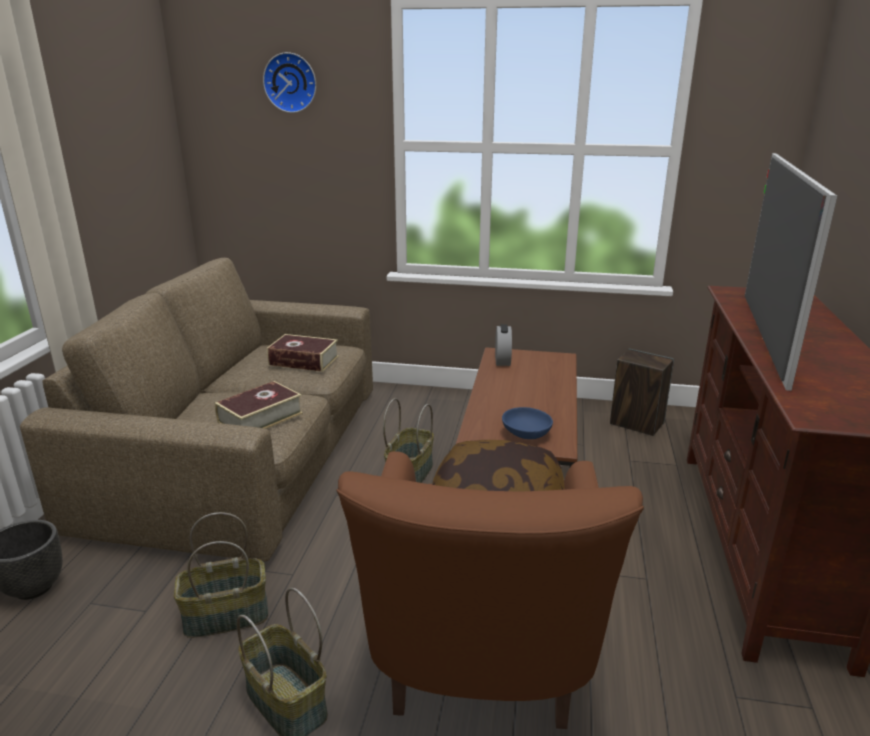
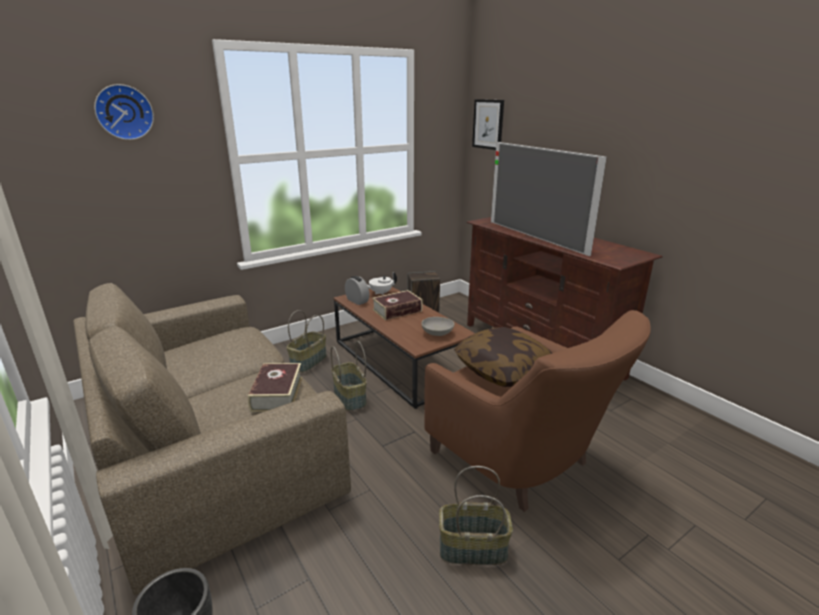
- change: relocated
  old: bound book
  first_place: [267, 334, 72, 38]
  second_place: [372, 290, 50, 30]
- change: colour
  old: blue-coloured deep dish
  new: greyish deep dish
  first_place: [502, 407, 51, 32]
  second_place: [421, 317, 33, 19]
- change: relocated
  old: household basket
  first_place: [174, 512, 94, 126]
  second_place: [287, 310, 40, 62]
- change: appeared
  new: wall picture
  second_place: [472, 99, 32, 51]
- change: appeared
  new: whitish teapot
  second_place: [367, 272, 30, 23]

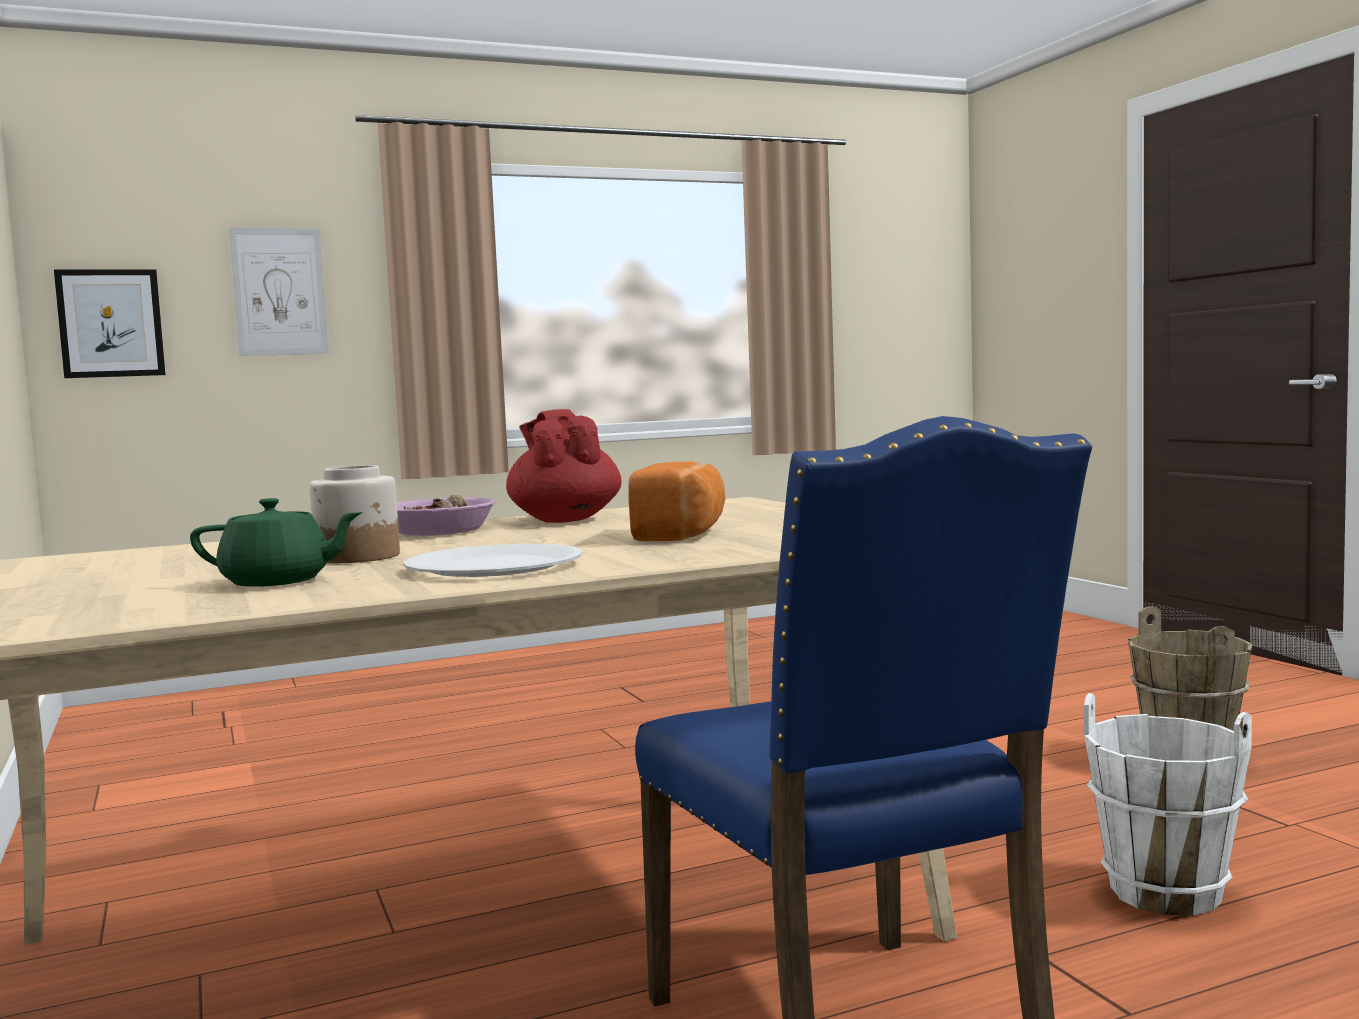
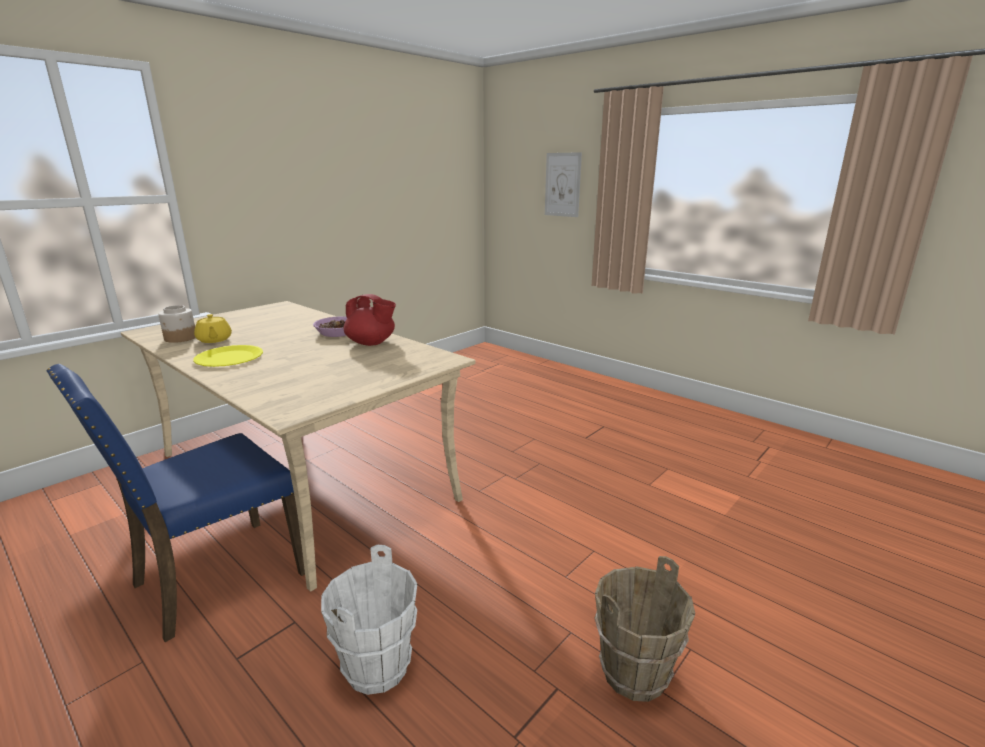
- change: missing
  old: wall picture
  first_place: [54, 270, 111, 108]
- change: spun
  old: red-coloured teapot
  first_place: [506, 409, 116, 114]
  second_place: [344, 294, 52, 52]
  degrees: 75
- change: missing
  old: bakery bread
  first_place: [629, 461, 96, 80]
- change: relocated
  old: preserve jar
  first_place: [309, 465, 91, 98]
  second_place: [158, 305, 38, 38]
- change: colour
  old: green teapot
  new: yellow-coloured teapot
  first_place: [190, 498, 173, 89]
  second_place: [194, 314, 38, 29]
- change: colour
  old: whitish plate
  new: yellow-coloured plate
  first_place: [403, 544, 179, 33]
  second_place: [193, 345, 70, 22]

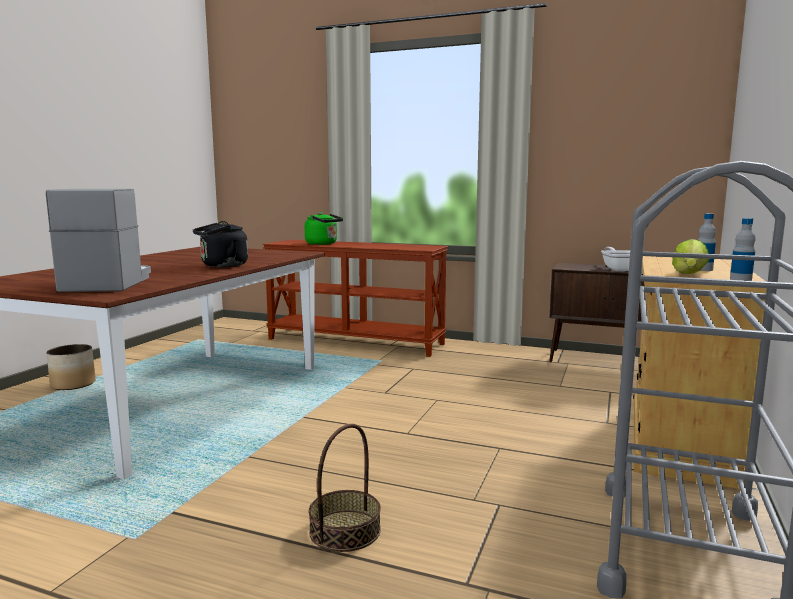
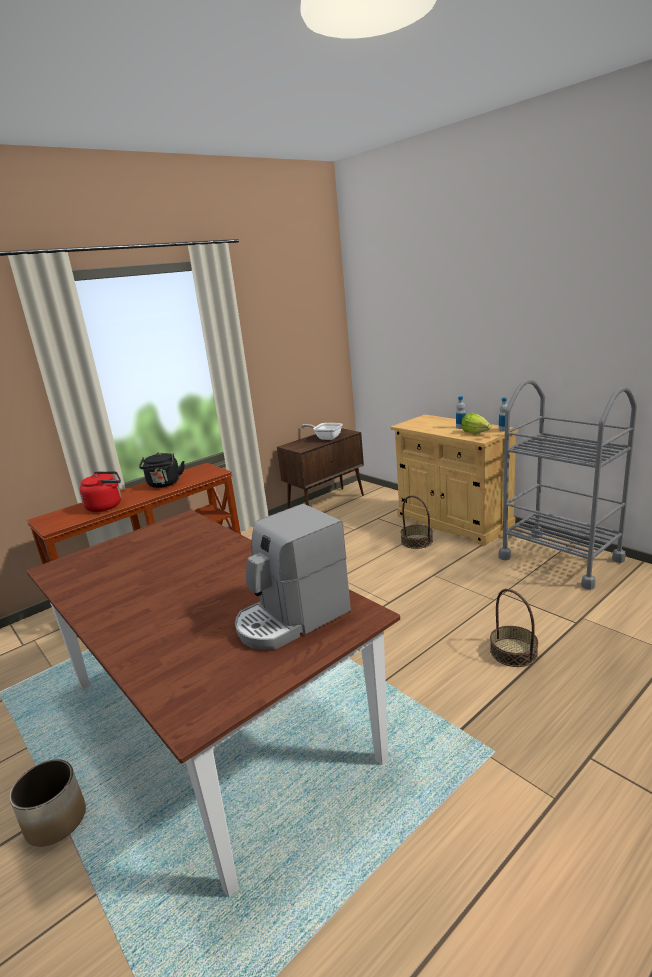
- change: spun
  old: coffee maker
  first_place: [46, 189, 105, 103]
  second_place: [235, 504, 116, 146]
  degrees: -60
- change: colour
  old: green tea kettle
  new: red-coloured tea kettle
  first_place: [305, 212, 38, 33]
  second_place: [79, 471, 42, 41]
- change: relocated
  old: black-coloured tea kettle
  first_place: [193, 221, 55, 46]
  second_place: [139, 453, 46, 35]
- change: appeared
  new: household basket
  second_place: [400, 496, 33, 53]

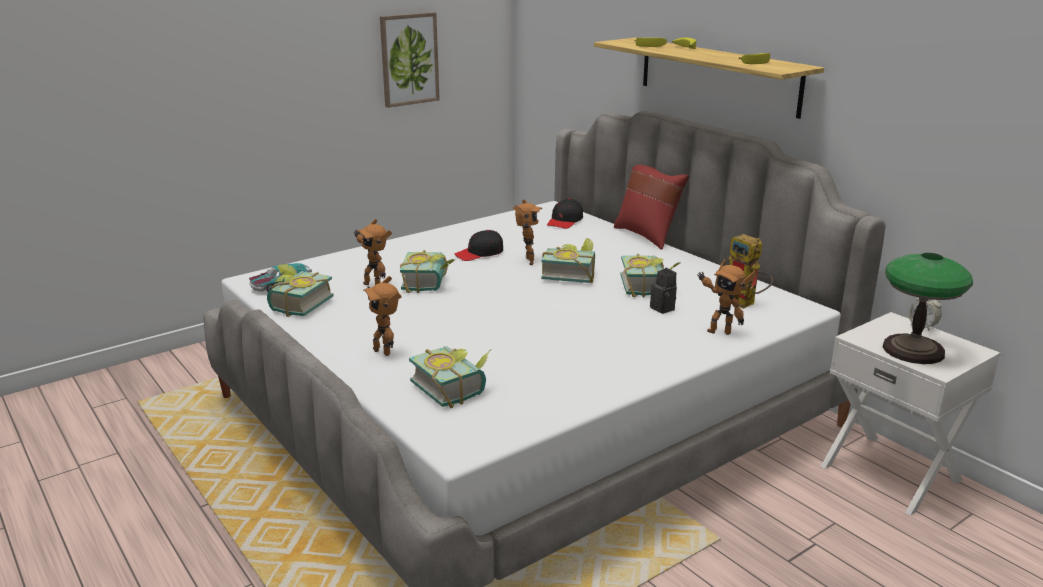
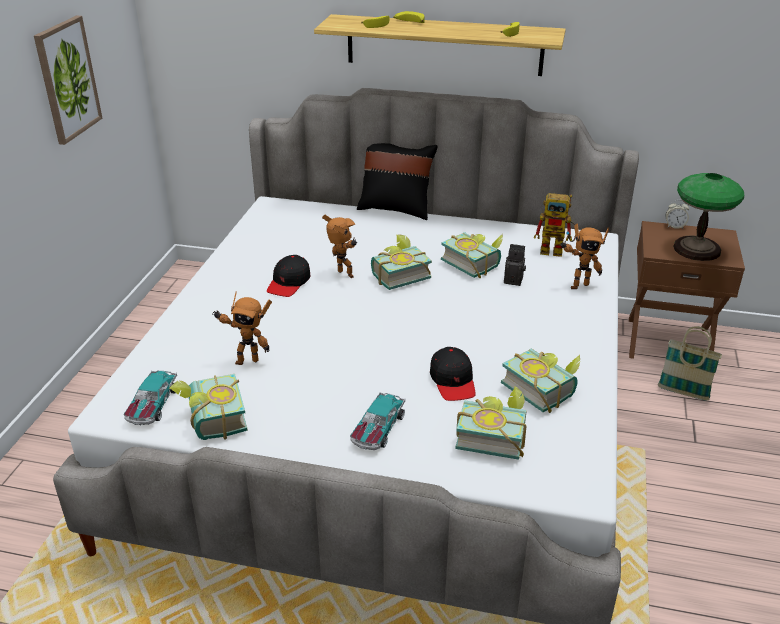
- change: colour
  old: red-coloured pillow
  new: black-coloured pillow
  first_place: [614, 165, 75, 85]
  second_place: [357, 143, 80, 77]
- change: relocated
  old: black-coloured peaked cap
  first_place: [547, 198, 36, 31]
  second_place: [430, 347, 46, 54]
- change: relocated
  old: bound book
  first_place: [400, 250, 55, 43]
  second_place: [501, 349, 79, 64]
- change: exchanged
  old: robot figure
  new: miniature car
  first_place: [364, 276, 38, 80]
  second_place: [350, 392, 55, 58]
- change: colour
  old: whitish bedside table
  new: brown bedside table
  first_place: [821, 312, 179, 204]
  second_place: [629, 221, 116, 138]
- change: appeared
  new: household basket
  second_place: [658, 326, 64, 75]

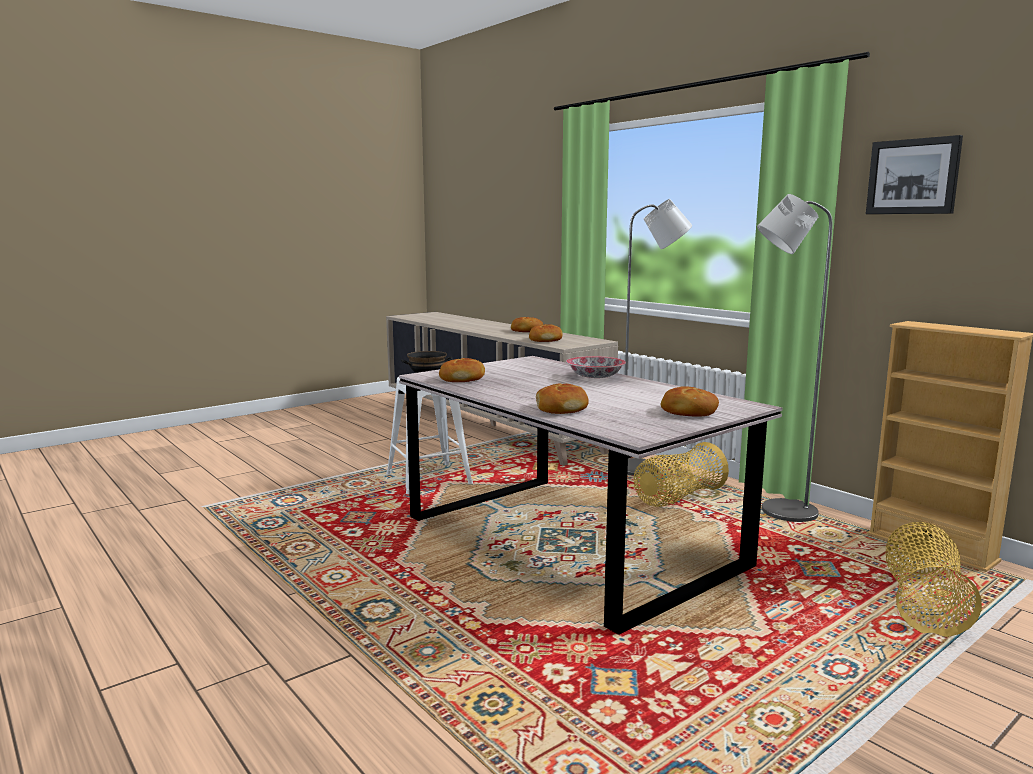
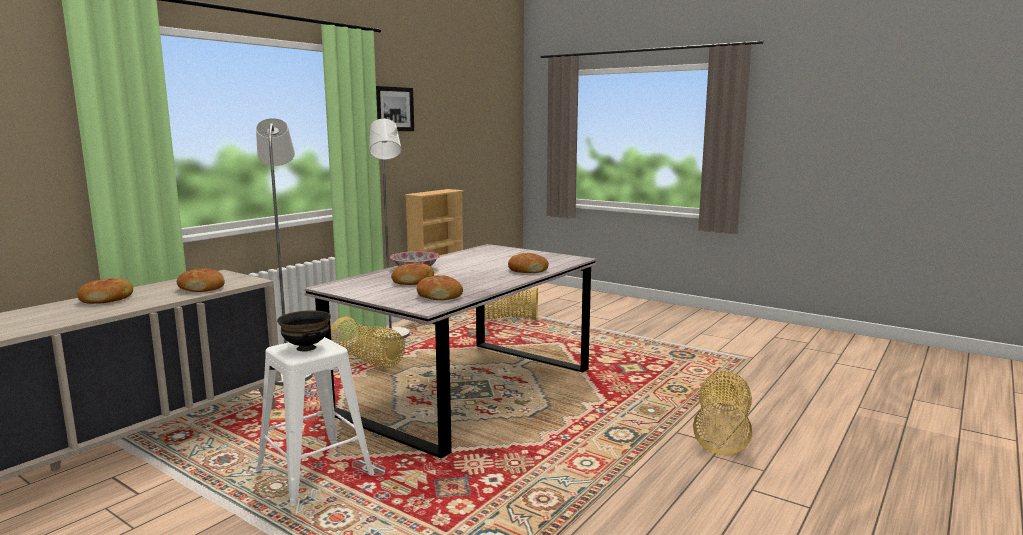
- change: relocated
  old: bakery bread
  first_place: [661, 386, 58, 31]
  second_place: [391, 263, 43, 22]
- change: appeared
  new: household basket
  second_place: [693, 371, 59, 84]

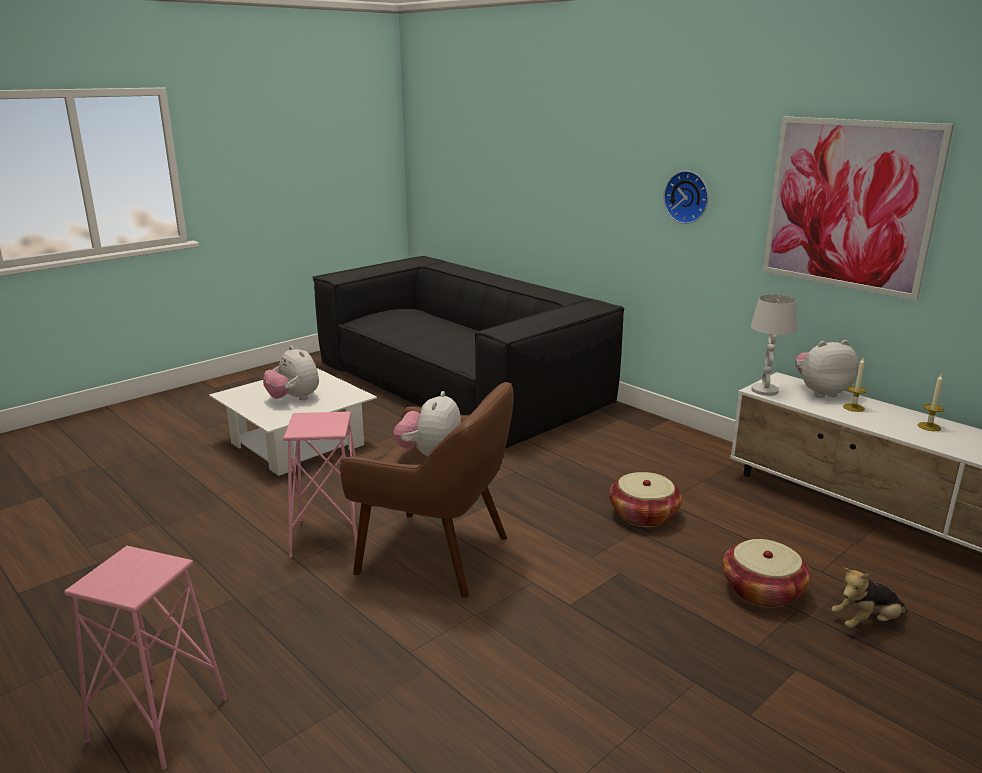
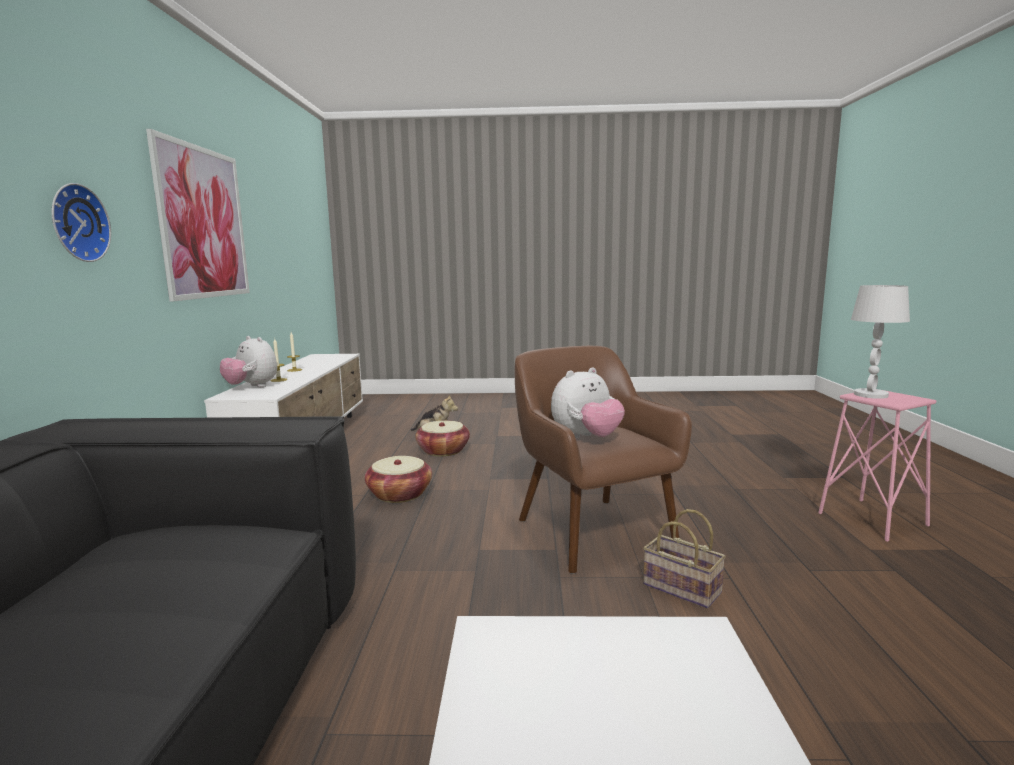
- change: relocated
  old: whitish tabletop lamp
  first_place: [751, 294, 46, 102]
  second_place: [851, 285, 59, 114]
- change: missing
  old: cuddly toy
  first_place: [263, 346, 56, 54]
- change: exchanged
  old: pinkish stool
  new: household basket
  first_place: [283, 411, 74, 147]
  second_place: [643, 509, 83, 100]

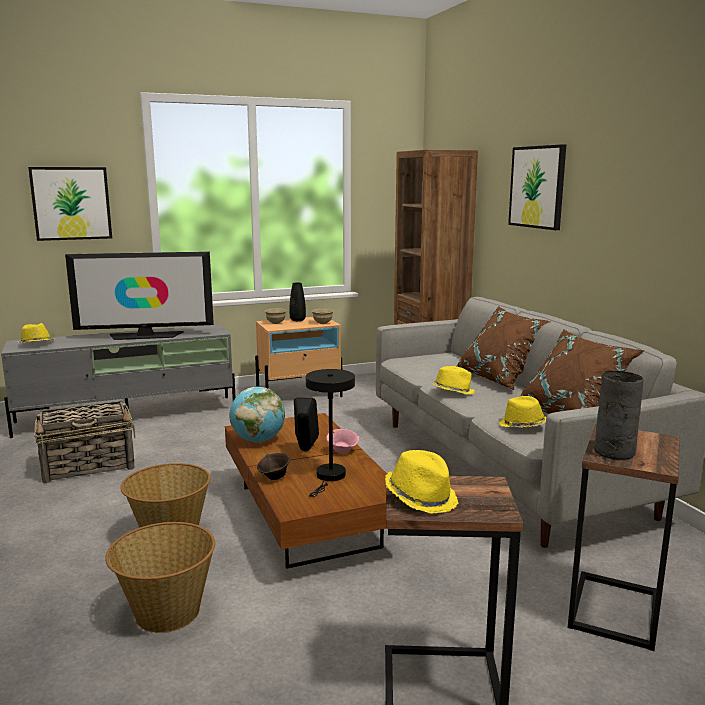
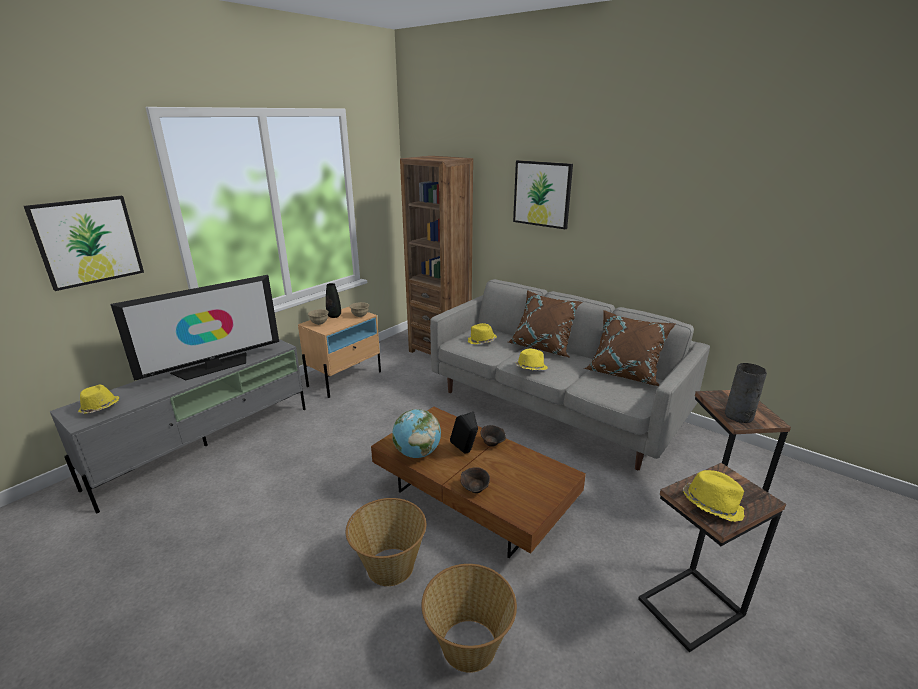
- change: missing
  old: black-coloured tabletop lamp
  first_place: [306, 369, 49, 128]
- change: relocated
  old: yellow-coloured wearable hat
  first_place: [499, 396, 47, 31]
  second_place: [468, 323, 29, 22]
- change: missing
  old: household basket
  first_place: [34, 401, 102, 82]
- change: colour
  old: pinkish deep dish
  new: brown deep dish
  first_place: [326, 429, 34, 25]
  second_place: [481, 425, 25, 22]

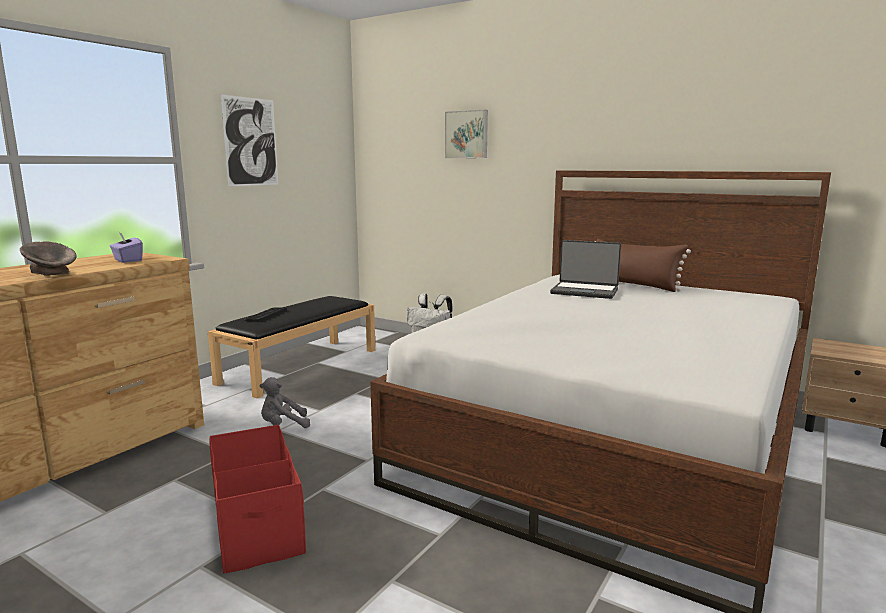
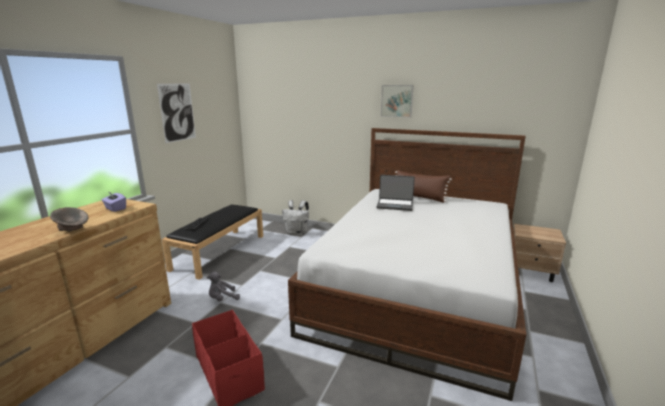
- change: relocated
  old: wall picture
  first_place: [445, 110, 43, 48]
  second_place: [381, 85, 33, 32]

